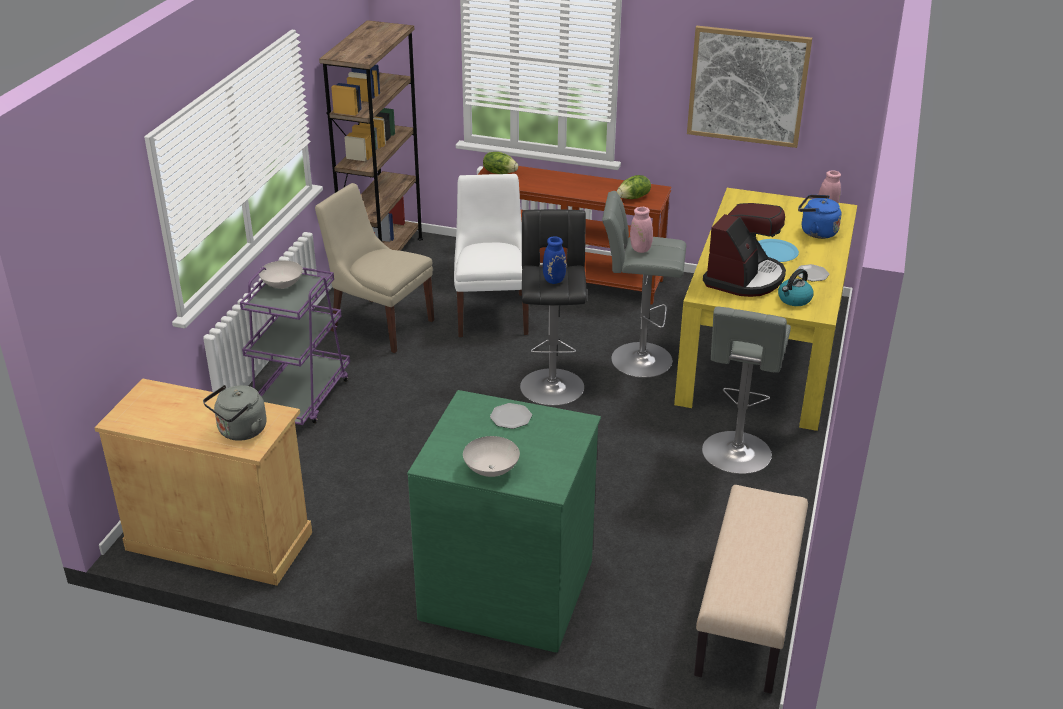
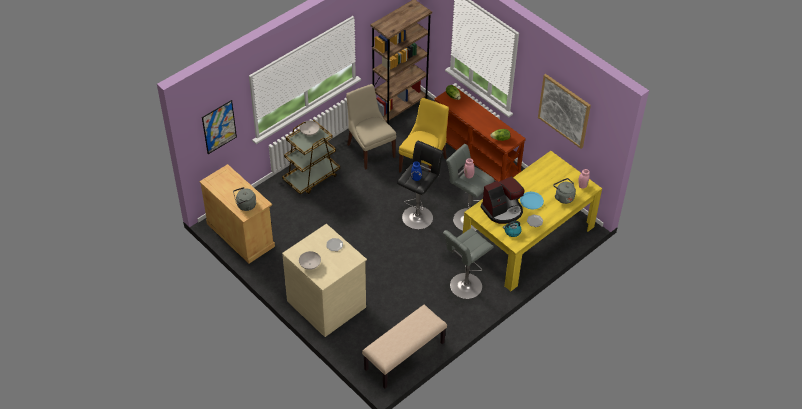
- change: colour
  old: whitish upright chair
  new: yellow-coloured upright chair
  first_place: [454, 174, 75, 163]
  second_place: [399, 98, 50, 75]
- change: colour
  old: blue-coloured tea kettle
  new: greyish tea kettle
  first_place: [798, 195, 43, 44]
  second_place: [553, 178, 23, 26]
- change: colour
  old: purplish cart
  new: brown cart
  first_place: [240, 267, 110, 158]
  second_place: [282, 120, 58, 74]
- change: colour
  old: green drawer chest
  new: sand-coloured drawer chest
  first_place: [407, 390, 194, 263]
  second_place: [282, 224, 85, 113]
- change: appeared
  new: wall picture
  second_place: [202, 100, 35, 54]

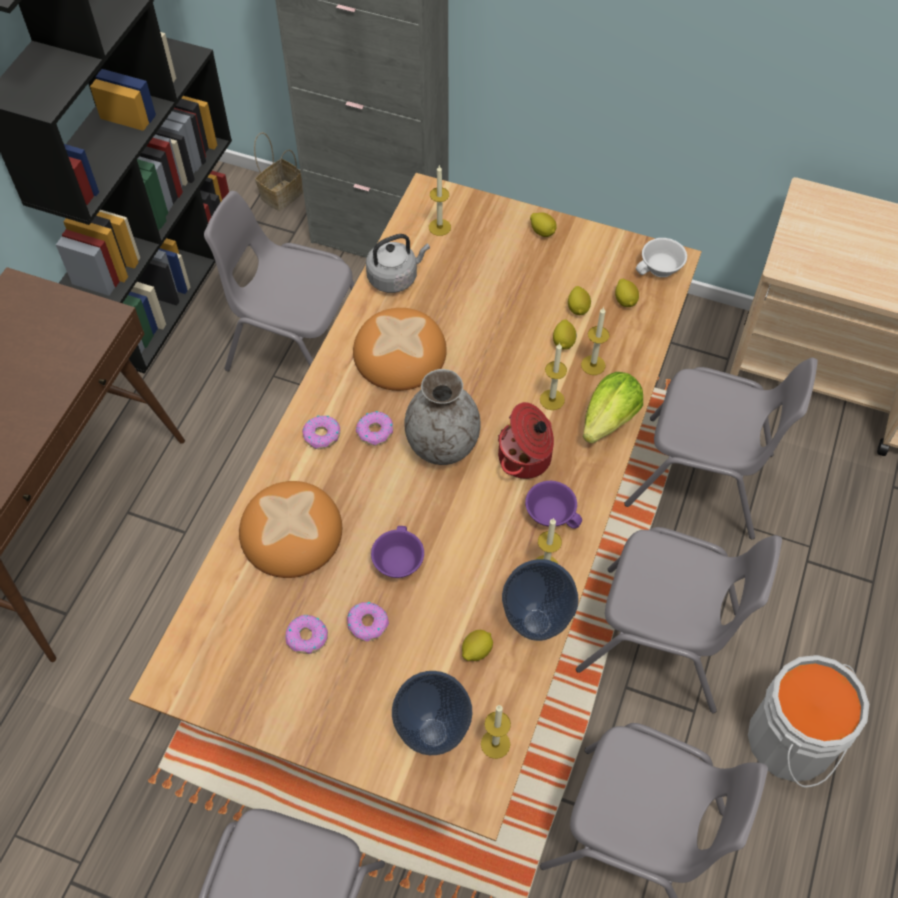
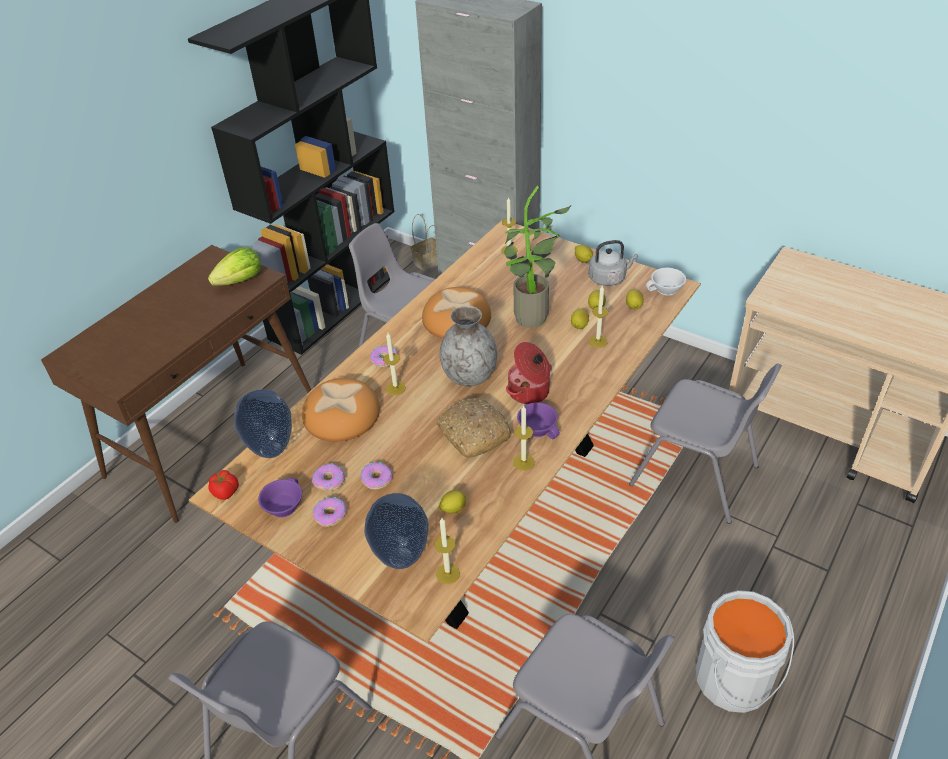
- change: relocated
  old: greyish tea kettle
  first_place: [366, 234, 64, 59]
  second_place: [588, 240, 50, 46]
- change: relocated
  old: candle
  first_place: [540, 343, 27, 67]
  second_place: [383, 333, 23, 62]
- change: relocated
  old: lettuce head
  first_place: [583, 372, 60, 71]
  second_place: [208, 248, 53, 38]
- change: relocated
  old: ring doughnut
  first_place: [356, 411, 38, 35]
  second_place: [313, 497, 34, 30]
- change: relocated
  old: purplish cup
  first_place: [371, 526, 53, 52]
  second_place: [258, 478, 44, 40]
- change: missing
  old: greyish upright chair
  first_place: [576, 527, 206, 186]
- change: relocated
  old: vase
  first_place: [502, 559, 77, 82]
  second_place: [234, 389, 58, 69]
- change: appeared
  new: plant in a pot
  second_place: [504, 186, 67, 142]
- change: appeared
  new: bakery bread
  second_place: [437, 398, 75, 60]
- change: appeared
  new: fresh tomato
  second_place: [208, 470, 31, 30]

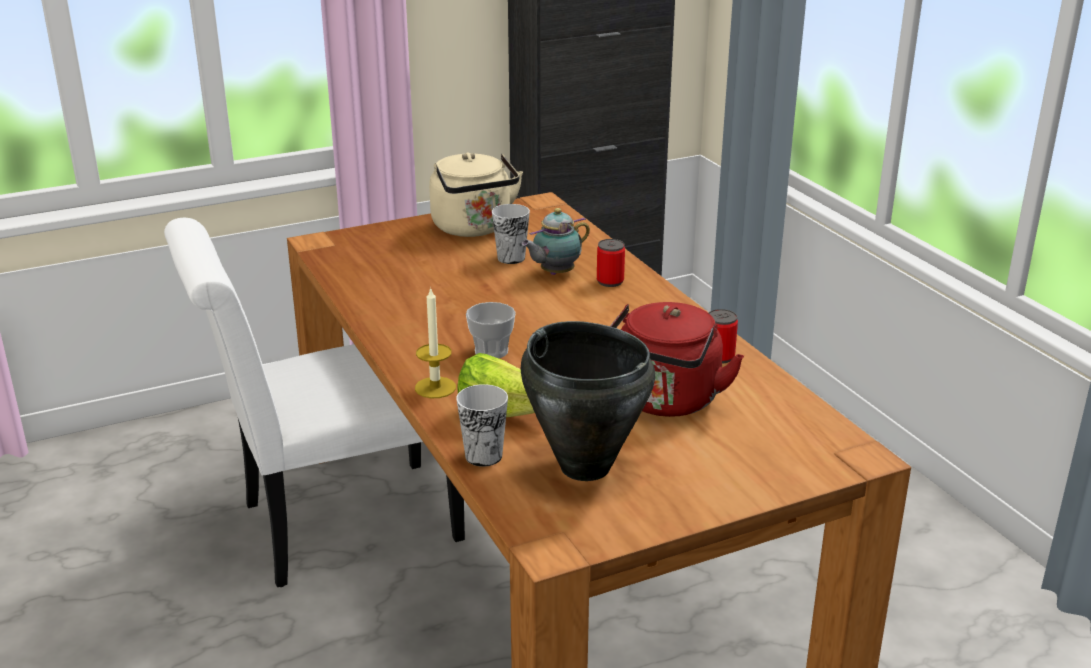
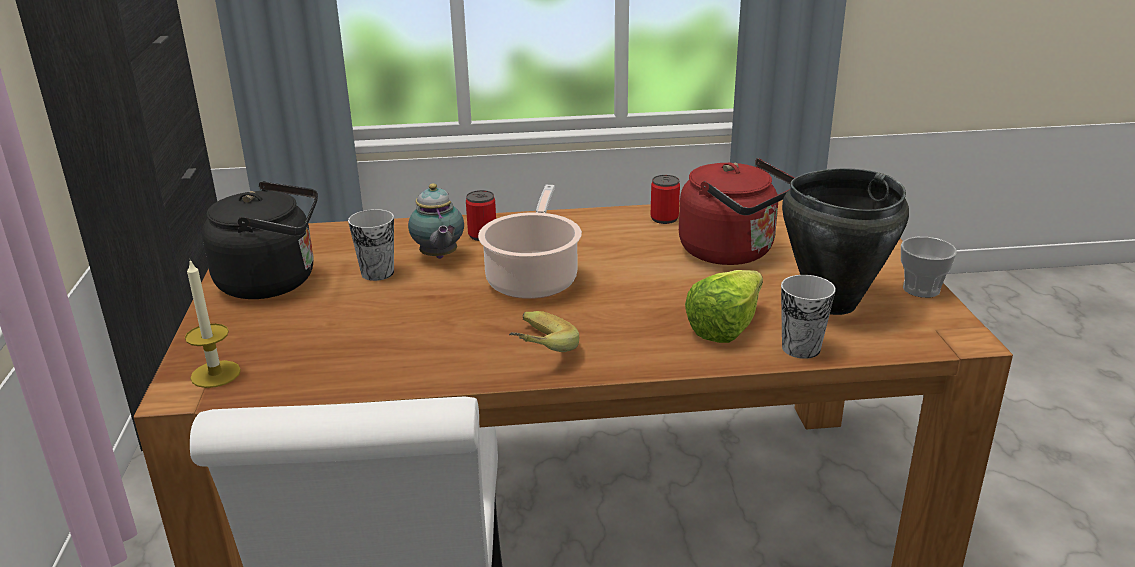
- change: colour
  old: sand-coloured tea kettle
  new: black-coloured tea kettle
  first_place: [429, 153, 94, 84]
  second_place: [202, 181, 116, 118]
- change: relocated
  old: candle
  first_place: [415, 287, 41, 111]
  second_place: [185, 260, 56, 128]
- change: relocated
  old: cup
  first_place: [466, 302, 50, 56]
  second_place: [901, 237, 56, 61]
- change: appeared
  new: saucepot
  second_place: [478, 185, 104, 114]
- change: appeared
  new: whole banana
  second_place: [509, 311, 70, 41]

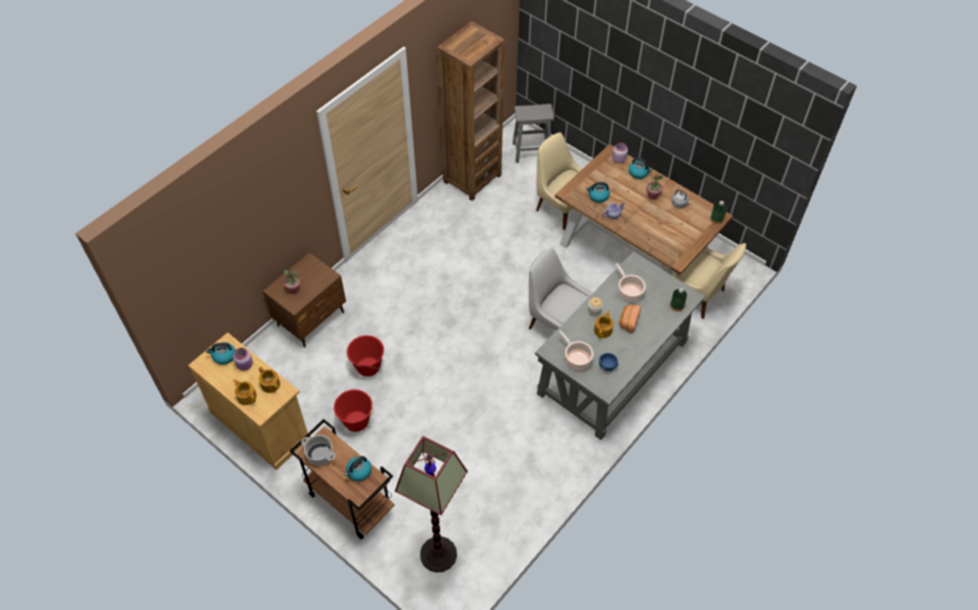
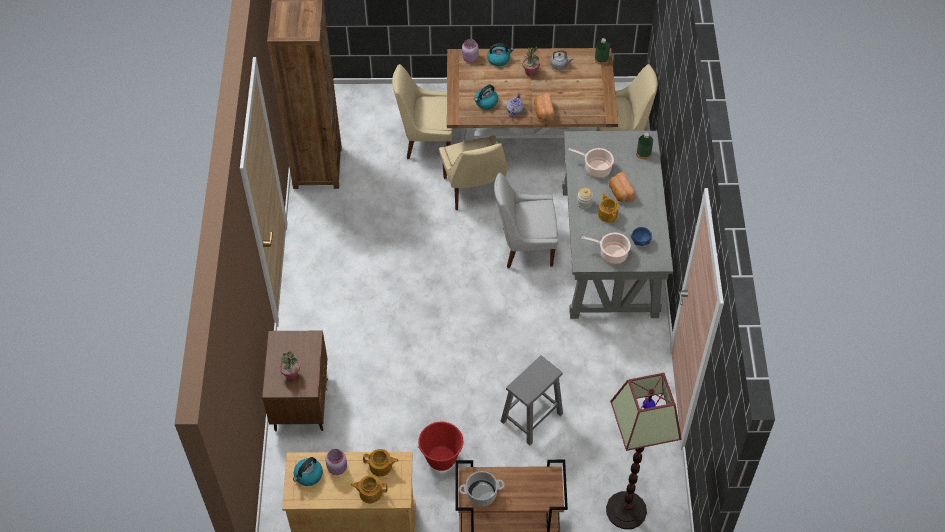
- change: relocated
  old: greyish stool
  first_place: [513, 104, 41, 59]
  second_place: [501, 356, 62, 90]
- change: missing
  old: red-coloured water bucket
  first_place: [347, 335, 37, 42]
- change: missing
  old: tea kettle
  first_place: [344, 456, 28, 25]
- change: appeared
  new: bakery bread
  second_place: [534, 93, 20, 28]
- change: appeared
  new: sand-coloured upright chair
  second_place: [439, 135, 68, 75]

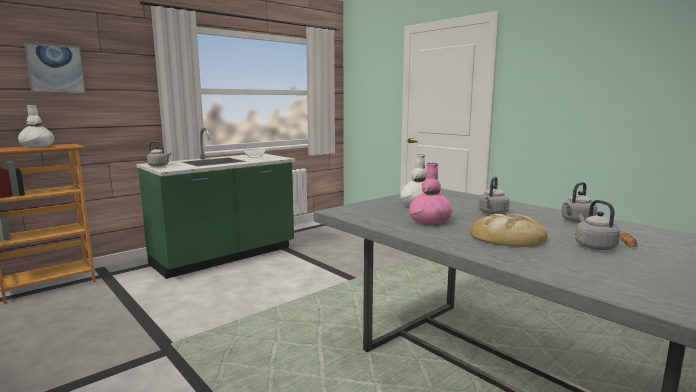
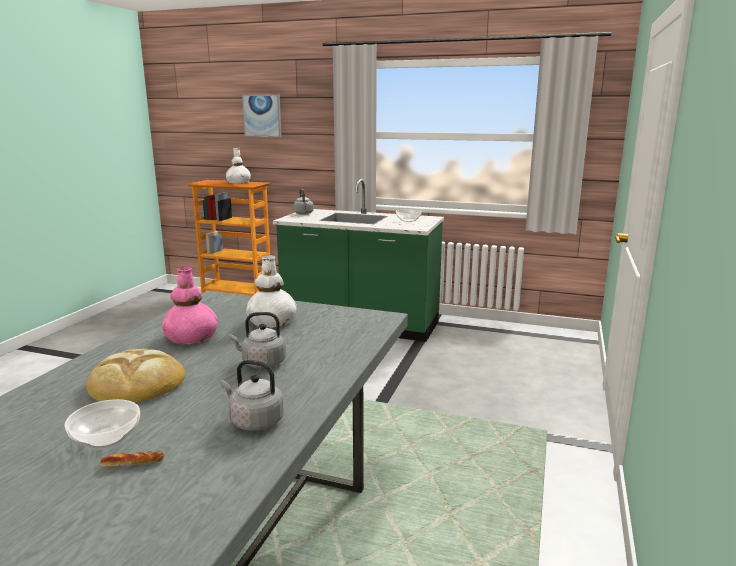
- change: exchanged
  old: greyish tea kettle
  new: deep dish
  first_place: [575, 200, 45, 50]
  second_place: [65, 399, 75, 50]

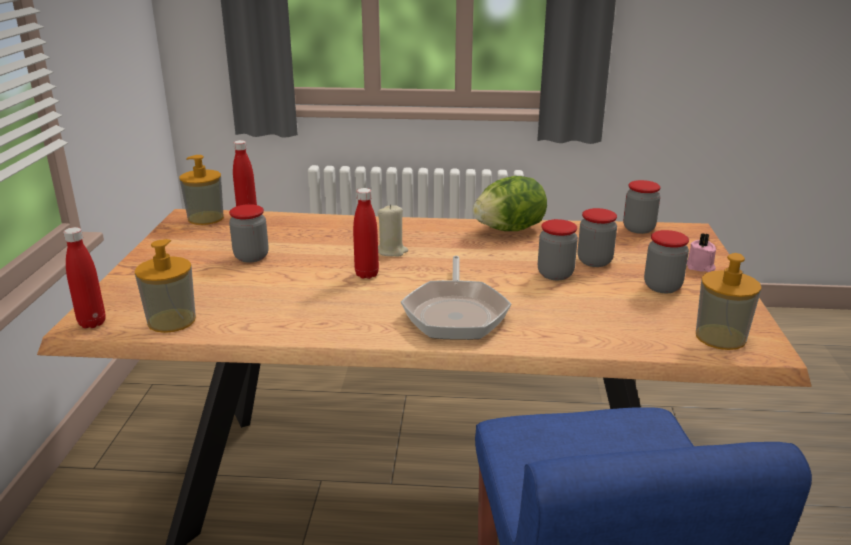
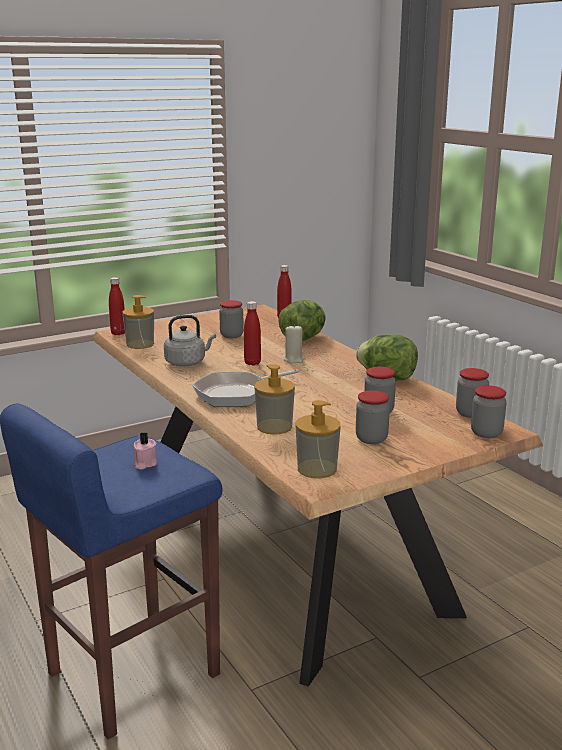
- change: relocated
  old: soap bottle
  first_place: [179, 155, 45, 70]
  second_place: [254, 364, 41, 71]
- change: relocated
  old: preserve jar
  first_place: [538, 219, 40, 61]
  second_place: [471, 385, 36, 53]
- change: relocated
  old: pinkish candle
  first_place: [687, 233, 29, 39]
  second_place: [134, 432, 23, 37]
- change: appeared
  new: lettuce head
  second_place: [278, 300, 48, 41]
- change: appeared
  new: greyish tea kettle
  second_place: [164, 315, 52, 51]

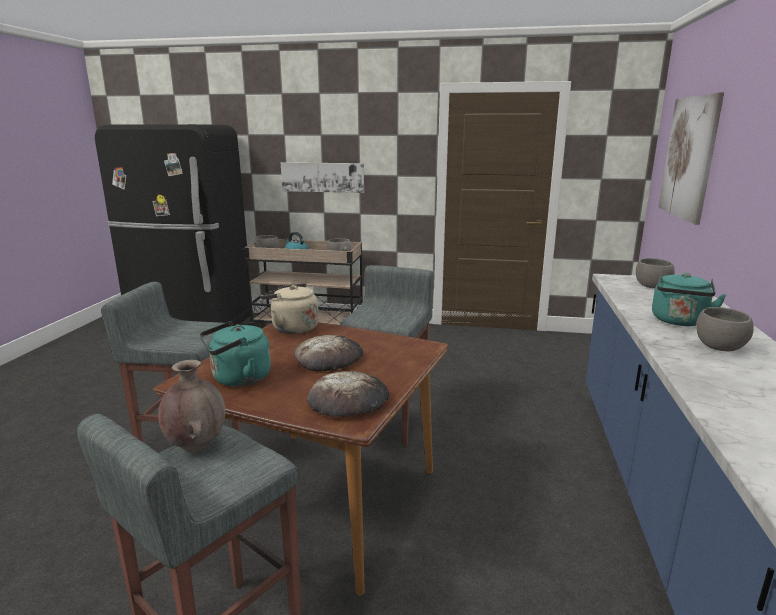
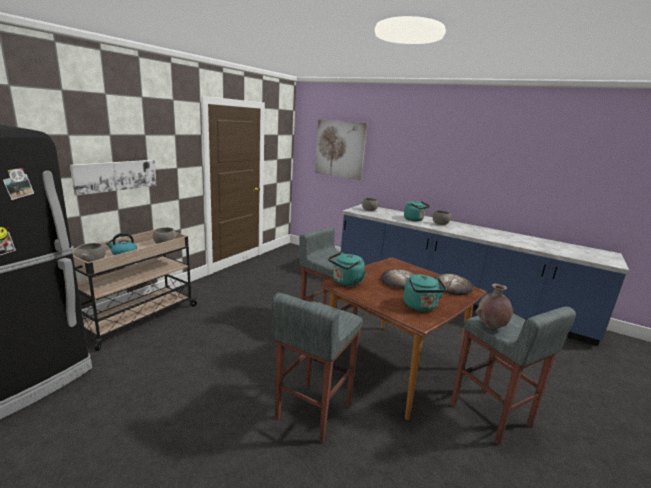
- change: colour
  old: sand-coloured tea kettle
  new: turquoise-coloured tea kettle
  first_place: [260, 283, 59, 51]
  second_place: [328, 252, 38, 34]

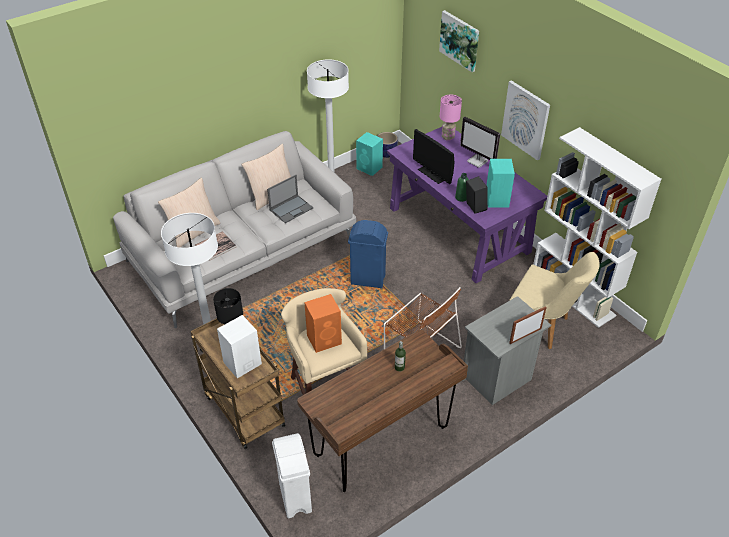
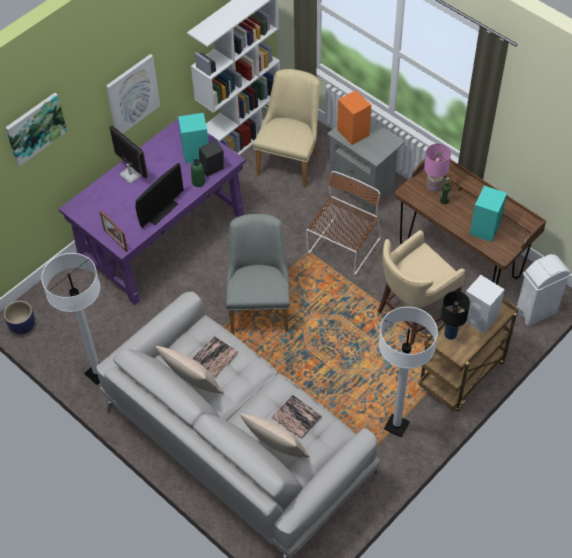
- change: relocated
  old: pinkish tabletop lamp
  first_place: [440, 94, 22, 47]
  second_place: [424, 143, 27, 49]
- change: spun
  old: monitor
  first_place: [460, 117, 40, 51]
  second_place: [109, 126, 39, 57]
  degrees: -75
- change: relocated
  old: turquoise-coloured loudspeaker
  first_place: [356, 132, 27, 44]
  second_place: [470, 186, 37, 56]
- change: exchanged
  old: notebook computer
  new: bound book
  first_place: [267, 175, 46, 48]
  second_place: [192, 336, 46, 42]
- change: exchanged
  old: blue-coloured rubbish bin
  new: greyish upright chair
  first_place: [348, 220, 40, 68]
  second_place: [226, 214, 64, 119]
- change: relocated
  old: orangey loudspeaker
  first_place: [304, 294, 38, 59]
  second_place: [337, 90, 34, 55]
- change: relocated
  old: photo frame
  first_place: [509, 306, 38, 38]
  second_place: [99, 210, 29, 42]

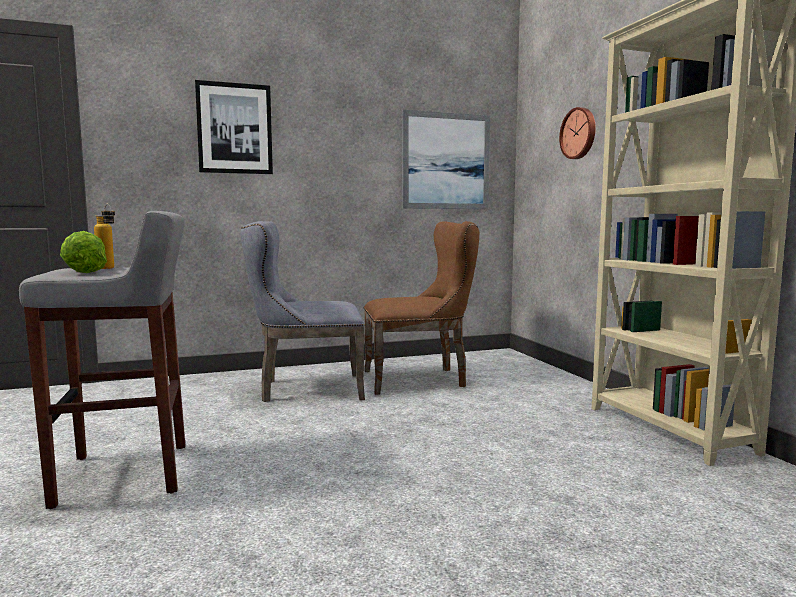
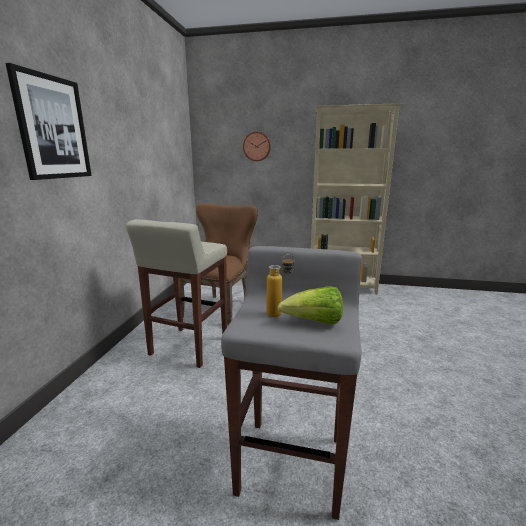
- change: missing
  old: wall picture
  first_place: [402, 110, 88, 99]
- change: exchanged
  old: greyish upright chair
  new: sand-coloured stool
  first_place: [240, 221, 125, 181]
  second_place: [126, 219, 101, 149]

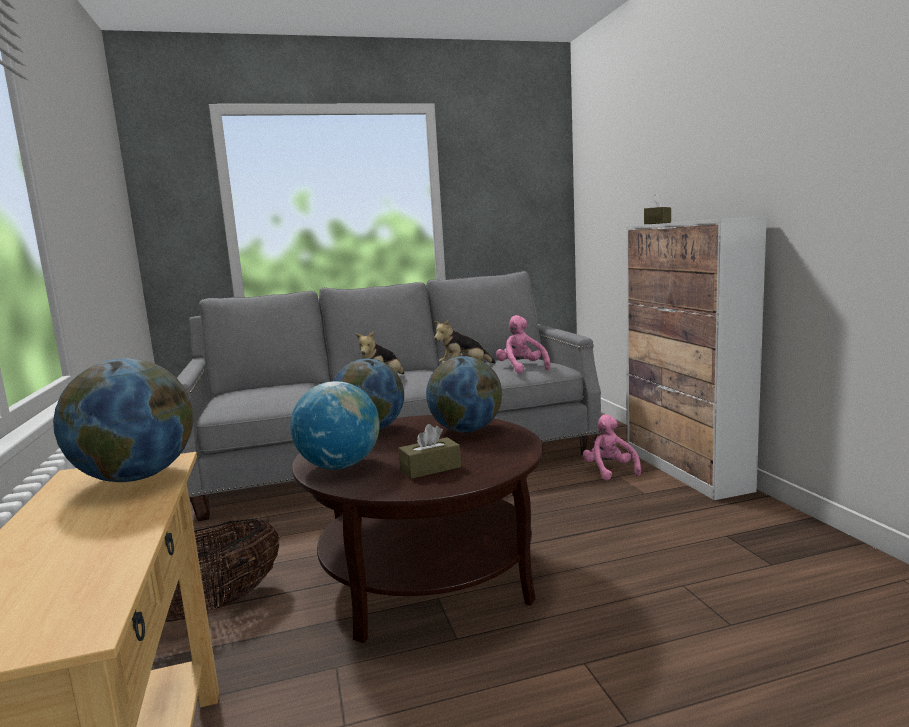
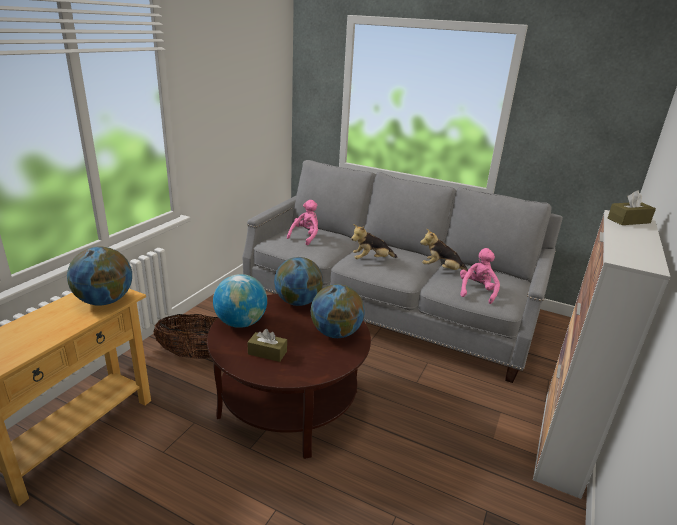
- change: relocated
  old: pinkish cuddly toy
  first_place: [583, 414, 58, 67]
  second_place: [287, 200, 31, 45]

